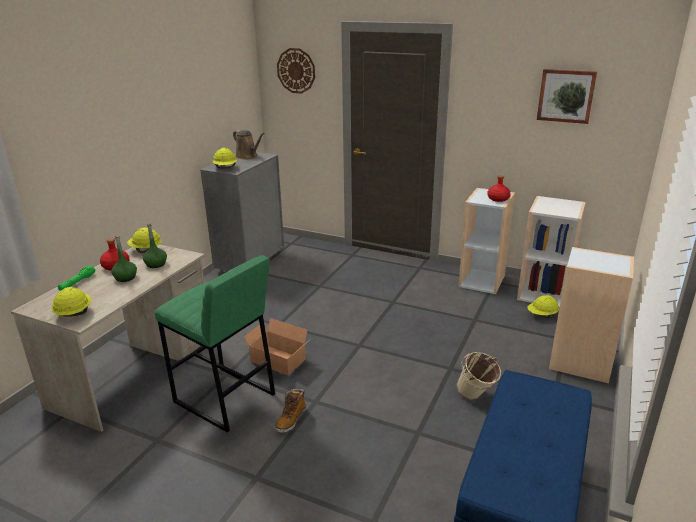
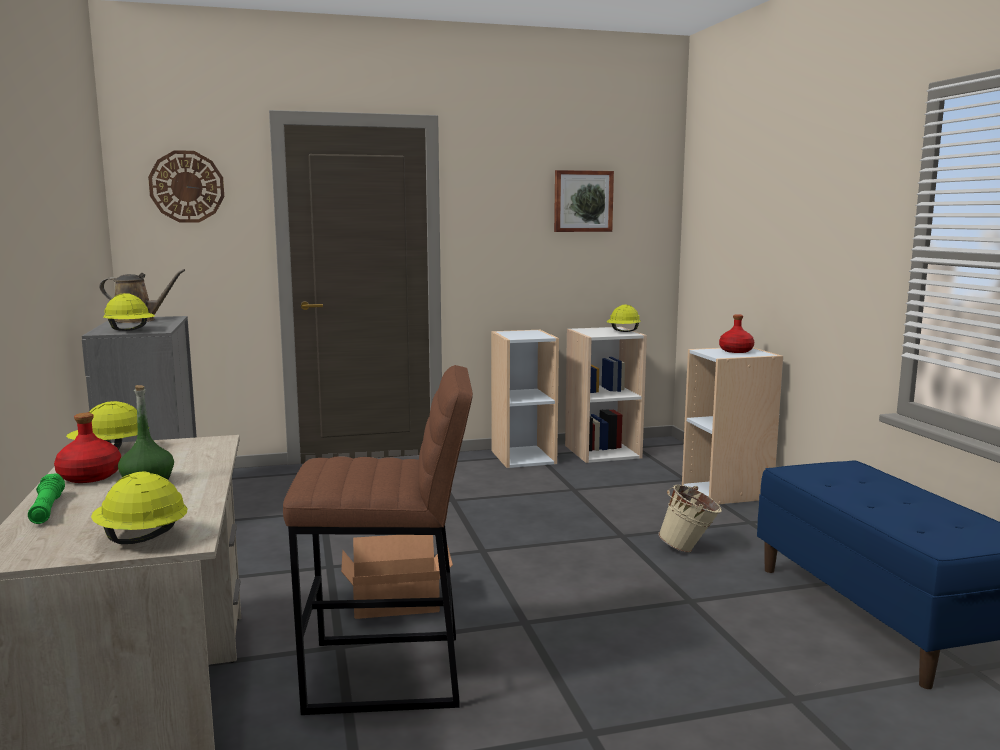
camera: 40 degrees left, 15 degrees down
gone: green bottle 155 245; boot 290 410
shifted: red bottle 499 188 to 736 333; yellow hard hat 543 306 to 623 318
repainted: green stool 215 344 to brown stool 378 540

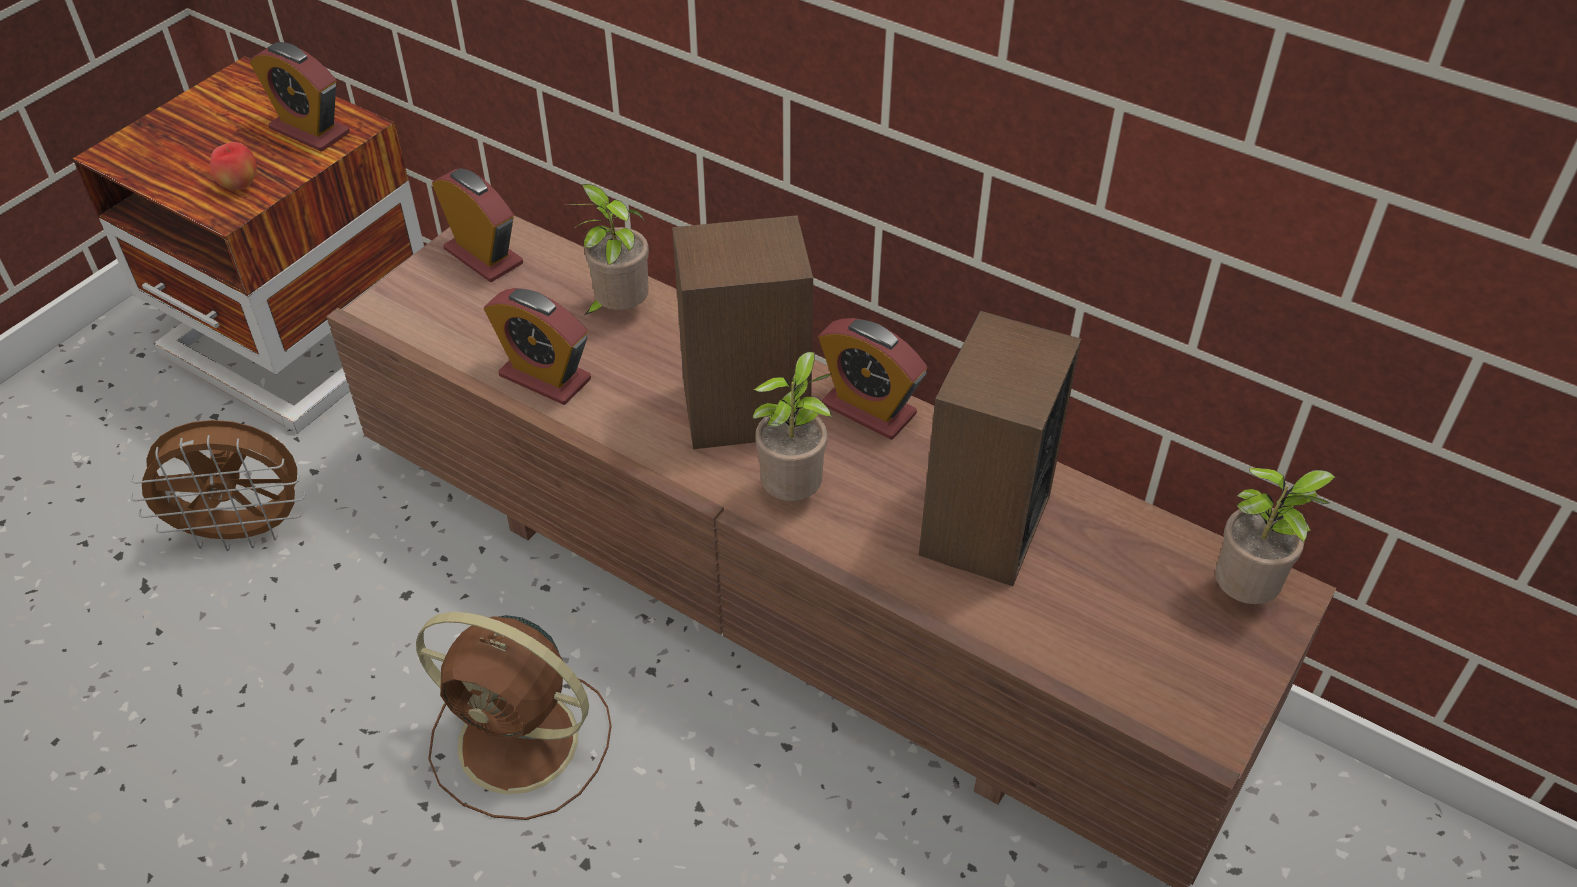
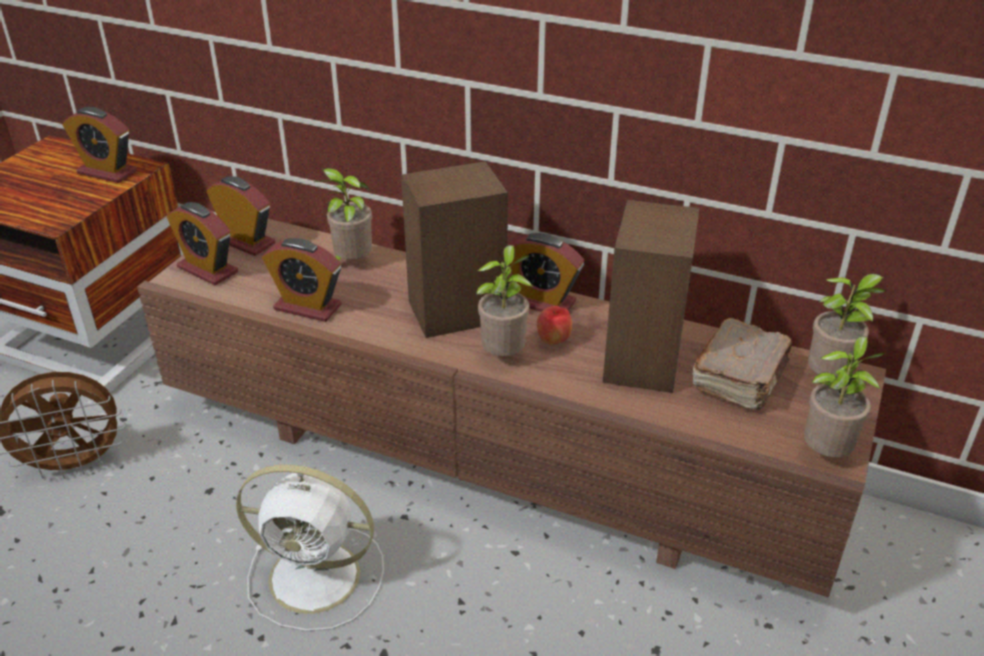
camera: 10 degrees left, 10 degrees down
new: alarm clock 202 243; brown book 742 364; potted plant 845 396
shifted: apple 233 166 to 554 325
repainted: brown fan 514 716 to white fan 310 547

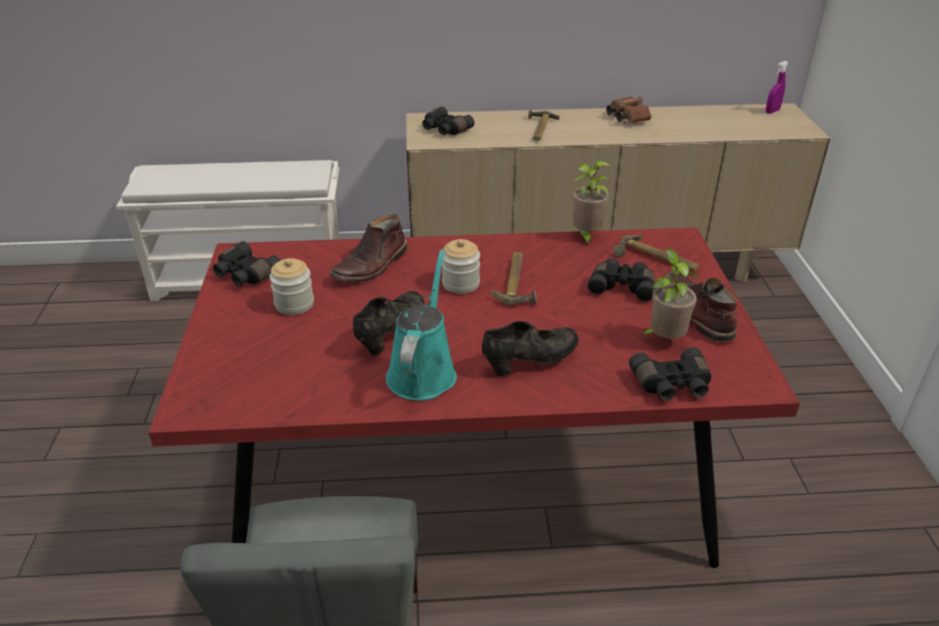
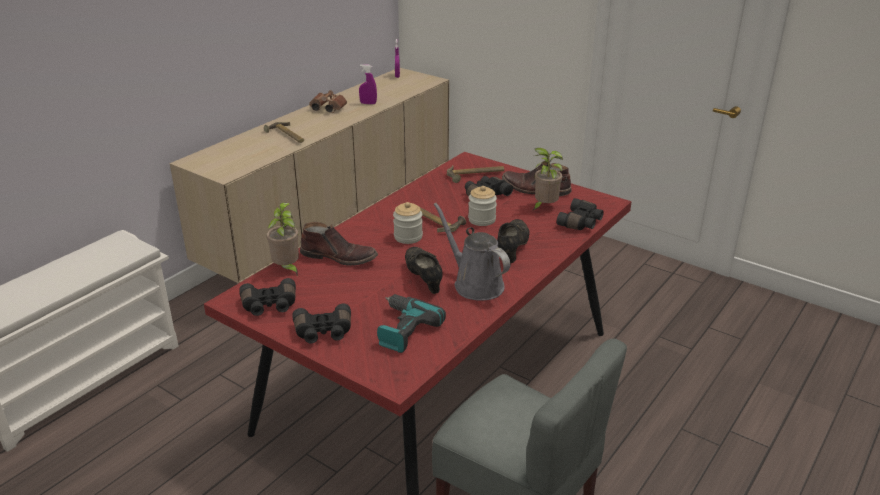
camera: 50 degrees left, 5 degrees down
new: purple spray bottle 368 84; power drill 411 323
shifted: jar 291 286 to 482 206; black binoculars 448 121 to 322 323; potted plant 592 203 to 283 239
repainted: turquoise watering can 421 325 to grey watering can 471 252
rotated: brown boot 369 248 = 339 244 60 degrees counterclockwise

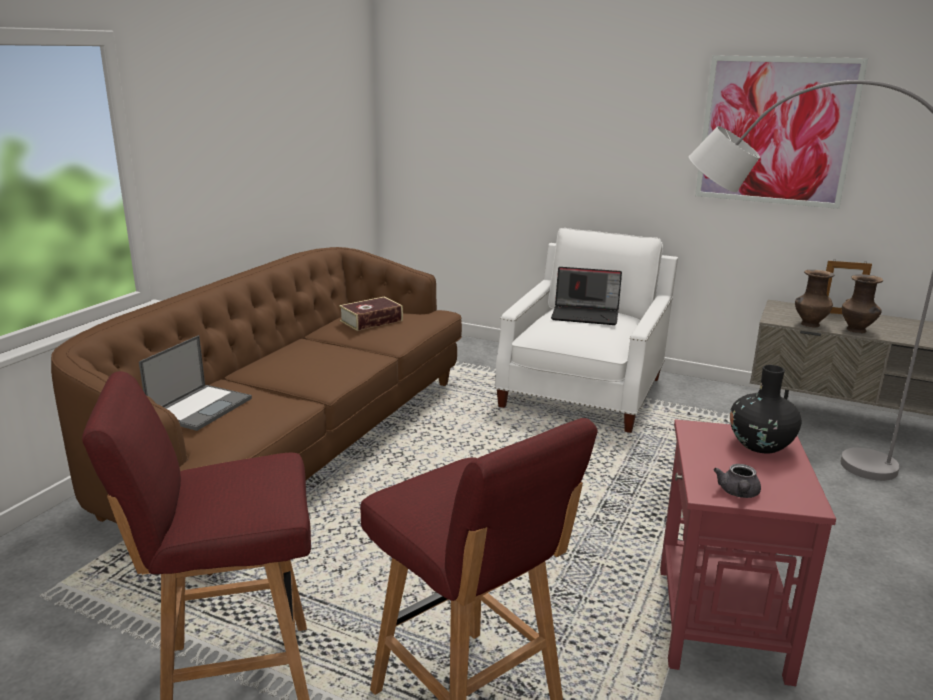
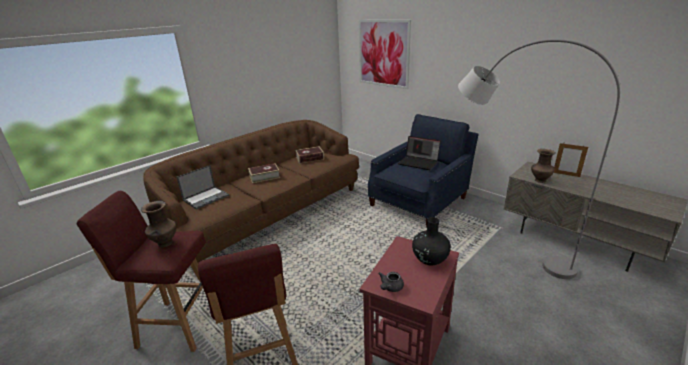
camera: 20 degrees right, 5 degrees up
new: book 264 173
shifted: picture 781 132 to 385 54; brown vase 862 303 to 158 224
repainted: white armchair 586 330 to blue armchair 423 170

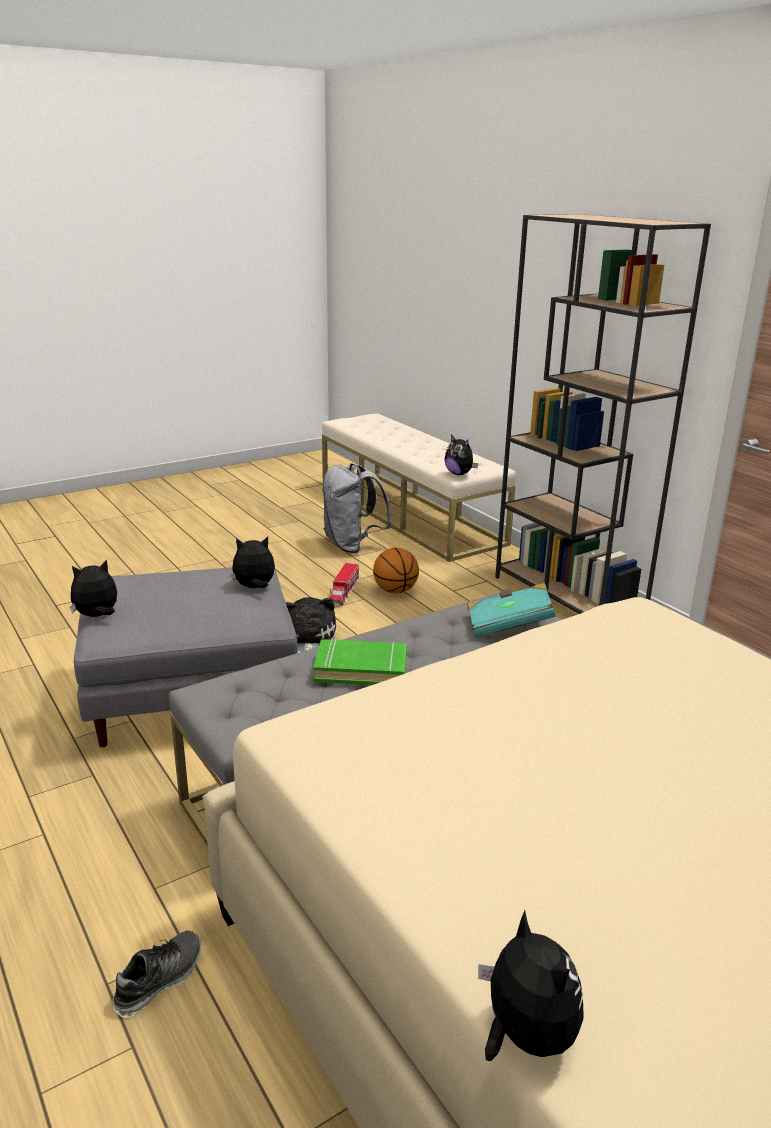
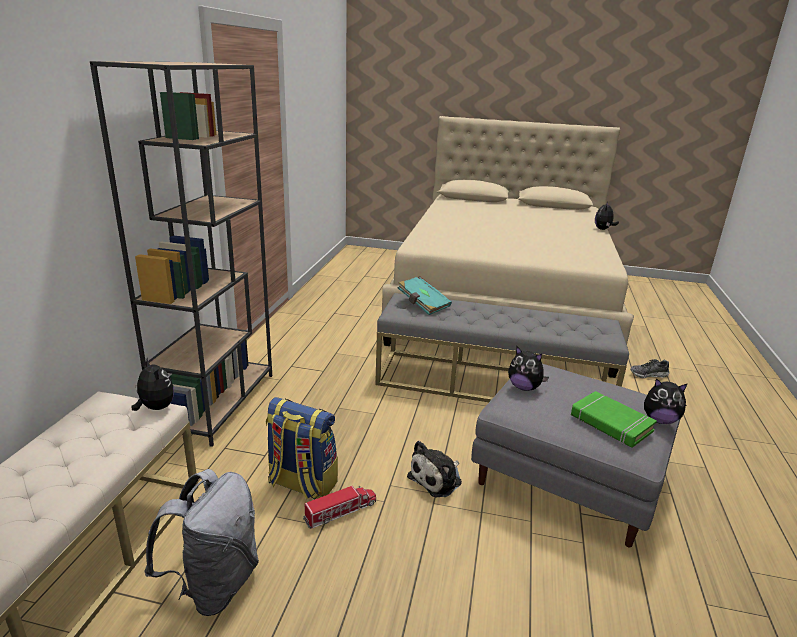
camera: 135 degrees left, 0 degrees up
shifted: green book 360 661 to 614 419
swapped: basketball 396 571 to backpack 302 448
rotated: plush toy 461 455 = 152 384 45 degrees counterclockwise

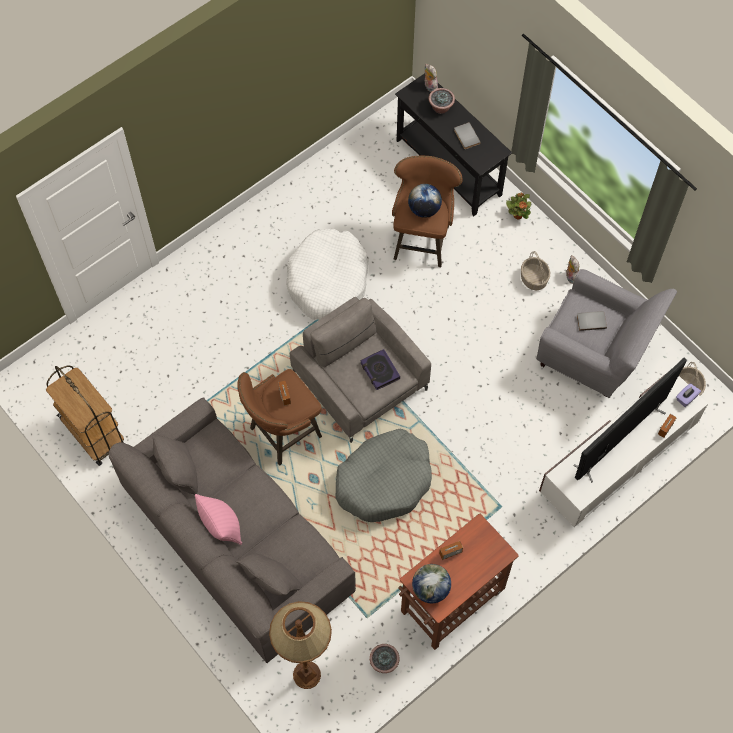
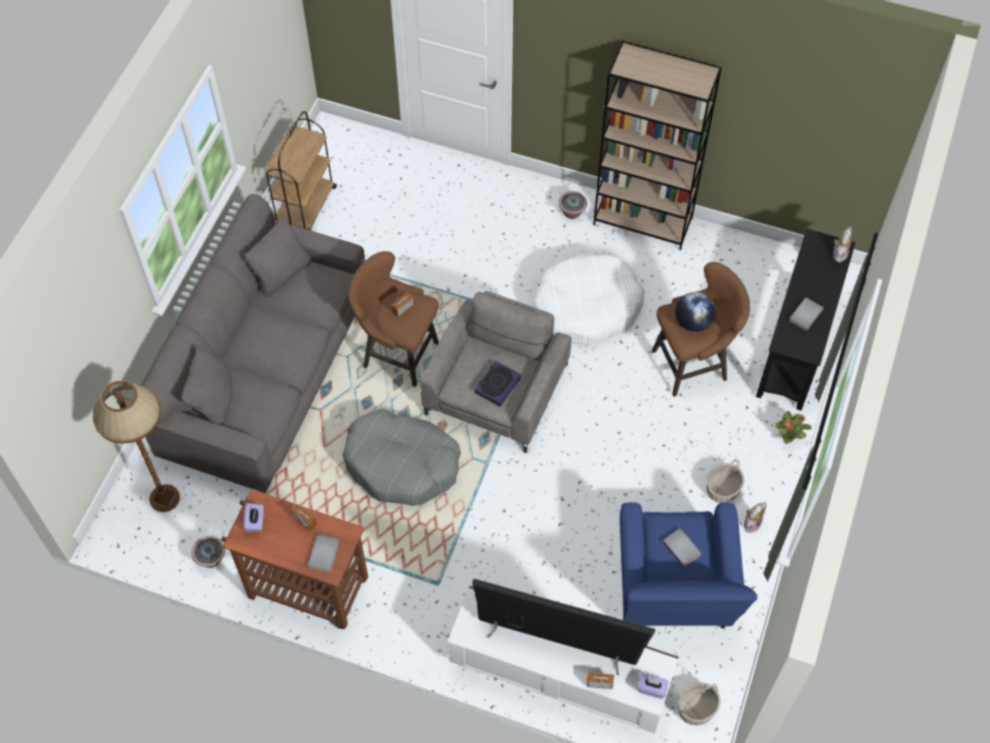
camera: 60 degrees right, 5 degrees down
gone: pink pillow 218 519
new: grey book 323 553; beige bookcase 657 145
shifted: potted plant 442 101 to 573 205
swapped: globe 431 583 to purple tissue box 254 517
repainted: grey armchair 606 333 to blue armchair 688 565

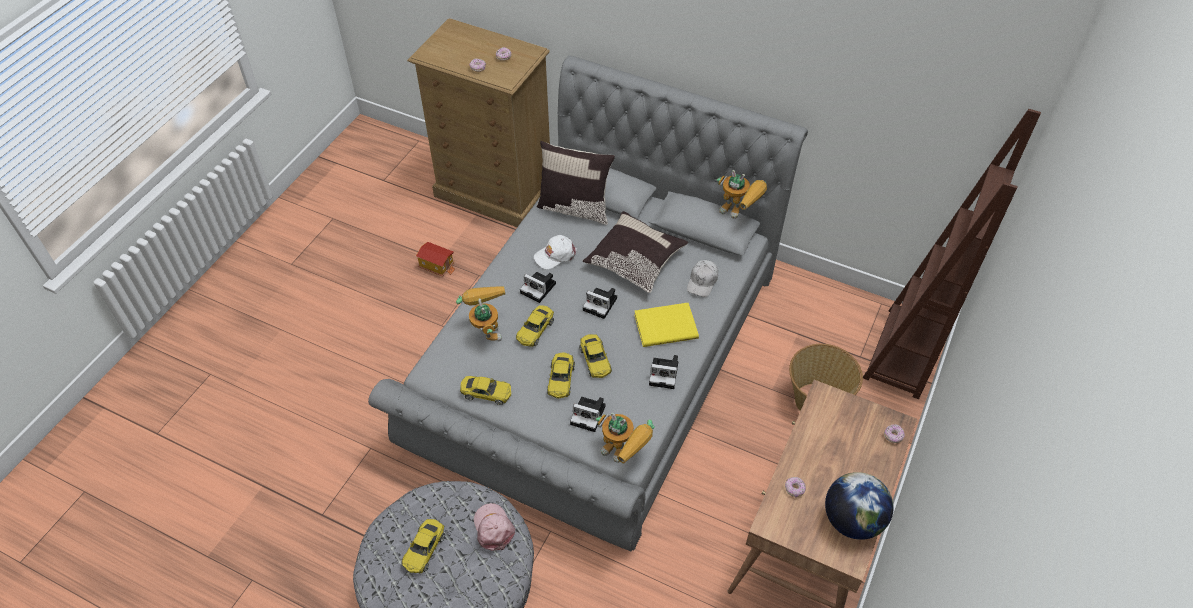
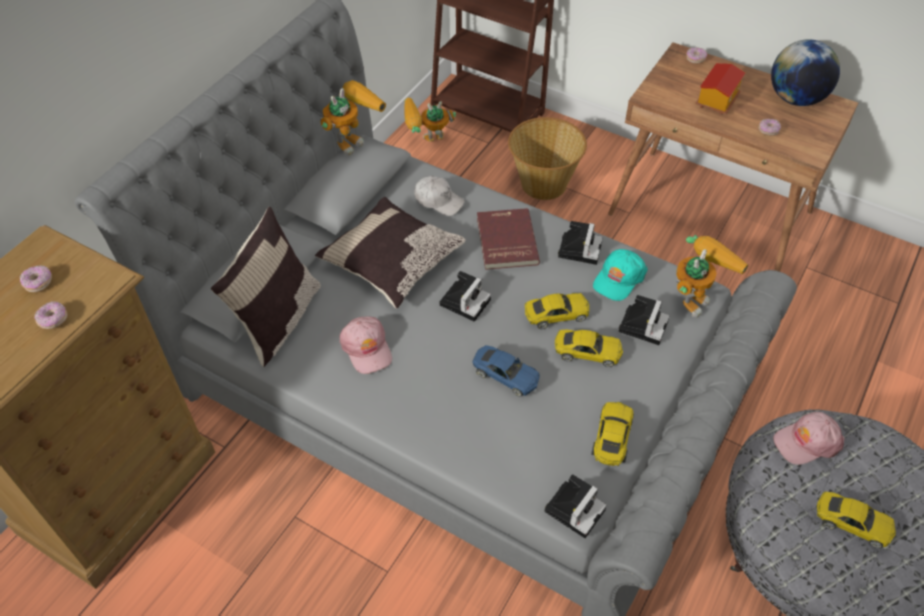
camera: 85 degrees left, 0 degrees up
new: turquoise cap 620 275
shifted: toy house 435 259 to 720 89; toy robot 480 314 to 430 120; photo camera 538 287 to 575 506
repainted: yellow toy car 535 326 to blue toy car 506 371; white cap 555 252 to pink cap 365 345; yellow book 666 325 to red book 508 239

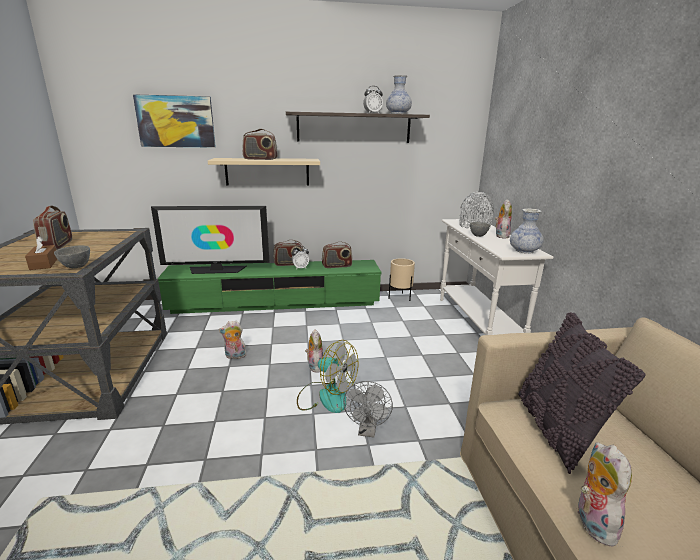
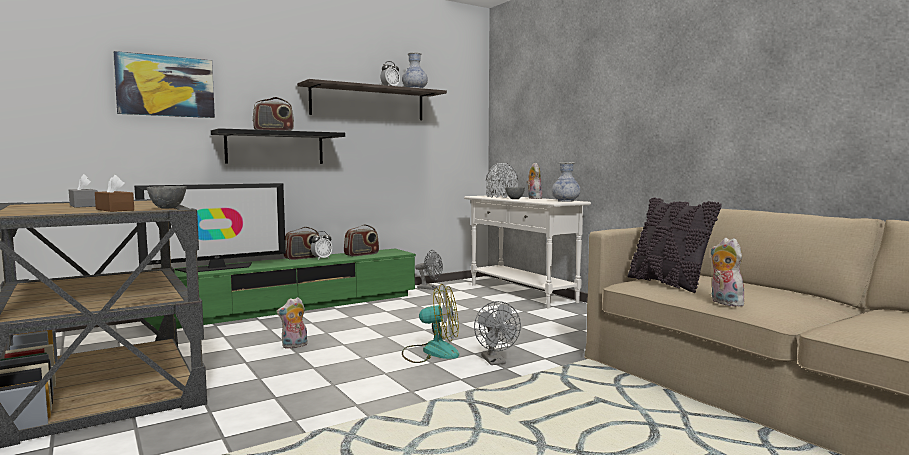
camera: 25 degrees left, 15 degrees down
gone: plush toy 314 351
swapped: radio 52 228 to grey tissue box 83 191; beige planter 401 279 to grey fan 429 270
repainted: beige shelf 264 172 to black shelf 278 146

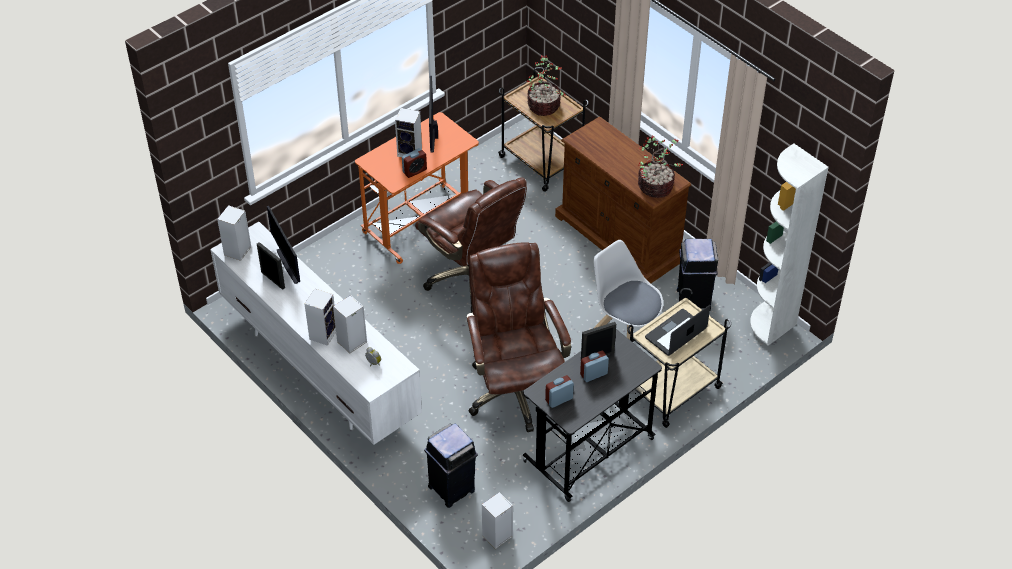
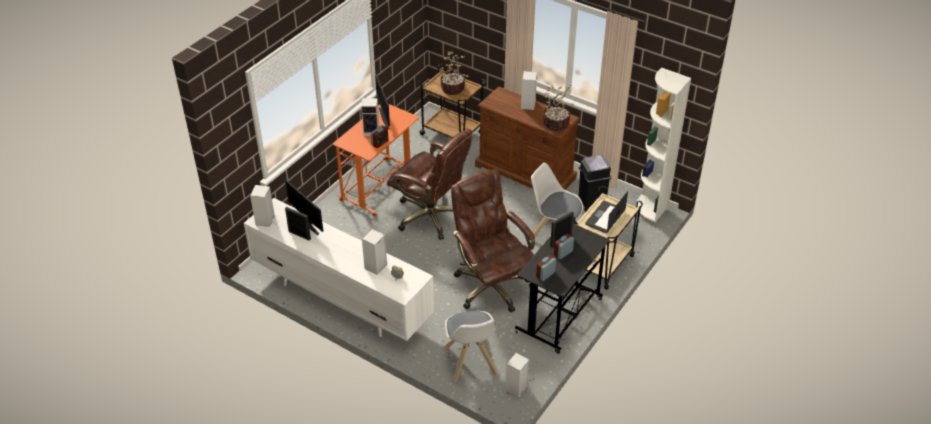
camera: 15 degrees left, 5 degrees down
shifted: speaker 320 317 to 529 90
swapped: black trash can 451 465 to chair 471 347

